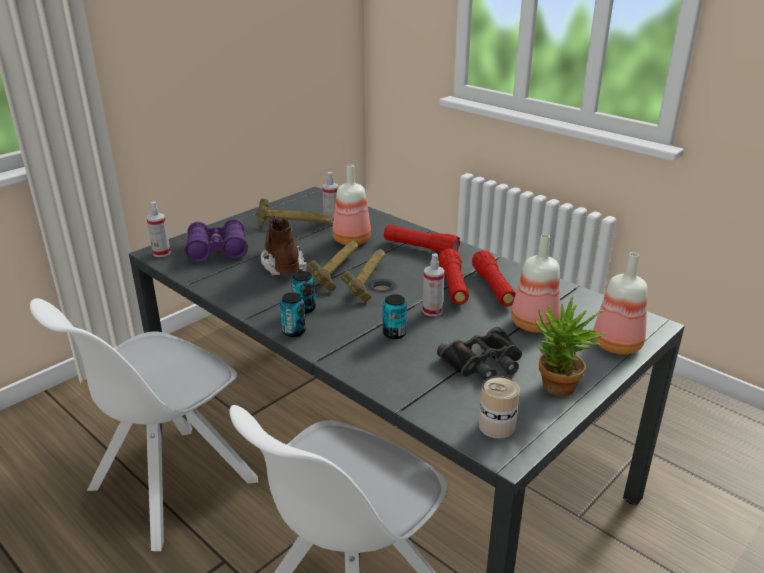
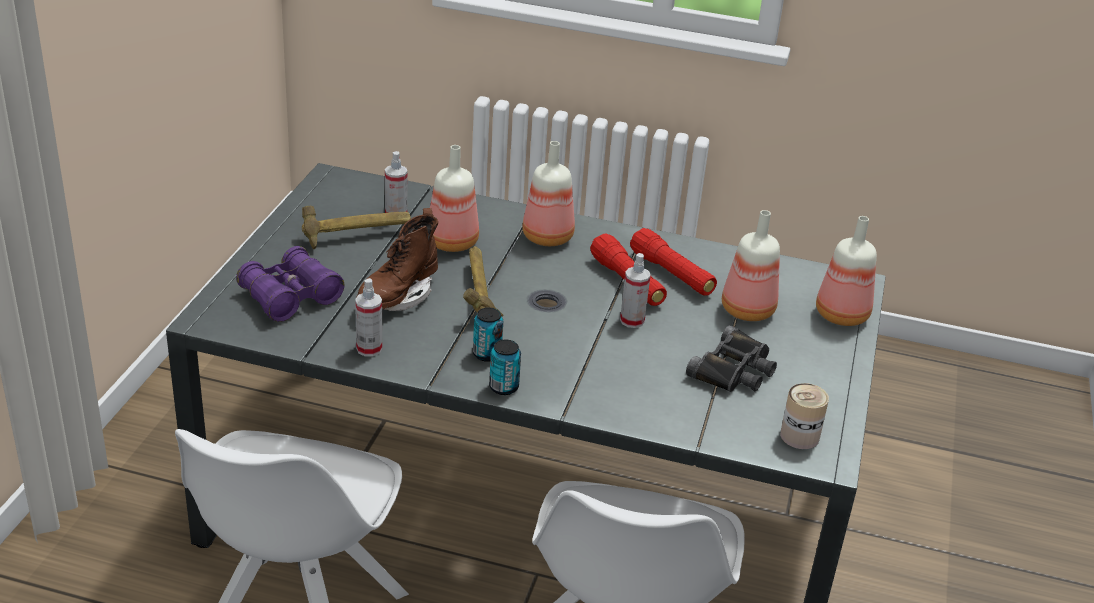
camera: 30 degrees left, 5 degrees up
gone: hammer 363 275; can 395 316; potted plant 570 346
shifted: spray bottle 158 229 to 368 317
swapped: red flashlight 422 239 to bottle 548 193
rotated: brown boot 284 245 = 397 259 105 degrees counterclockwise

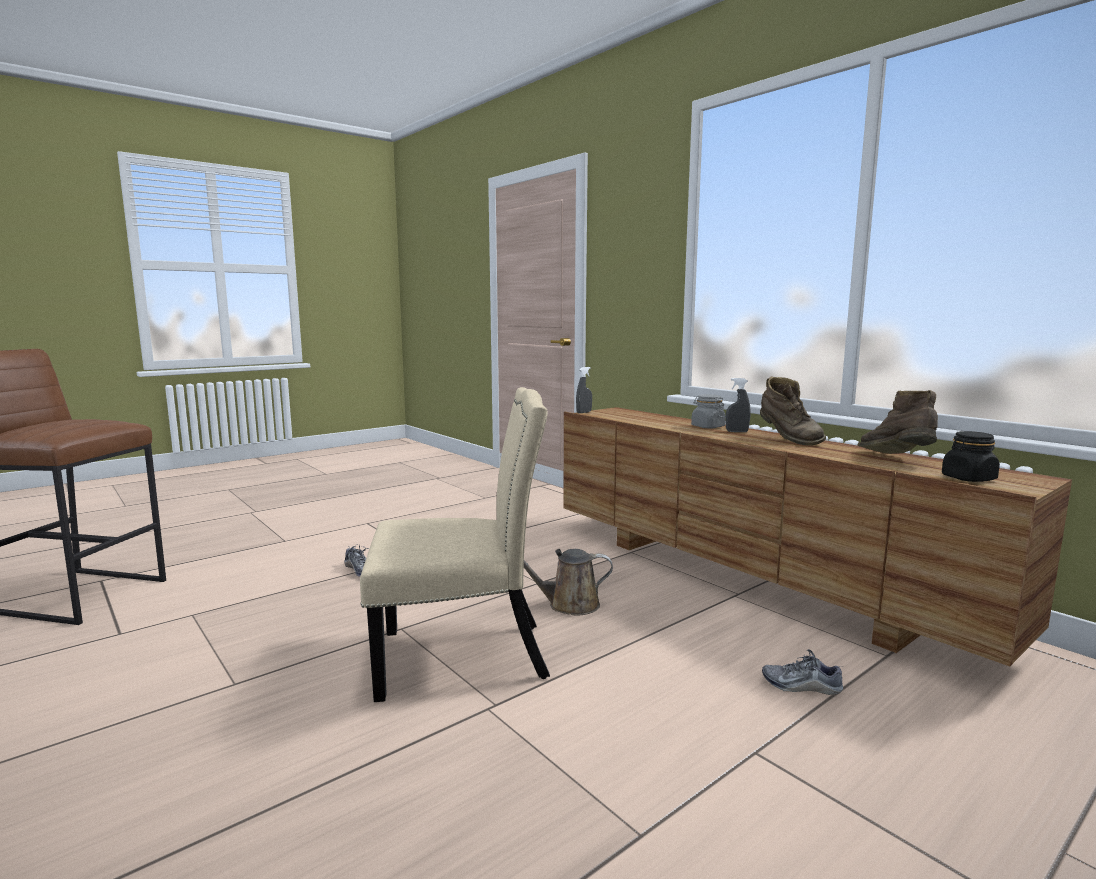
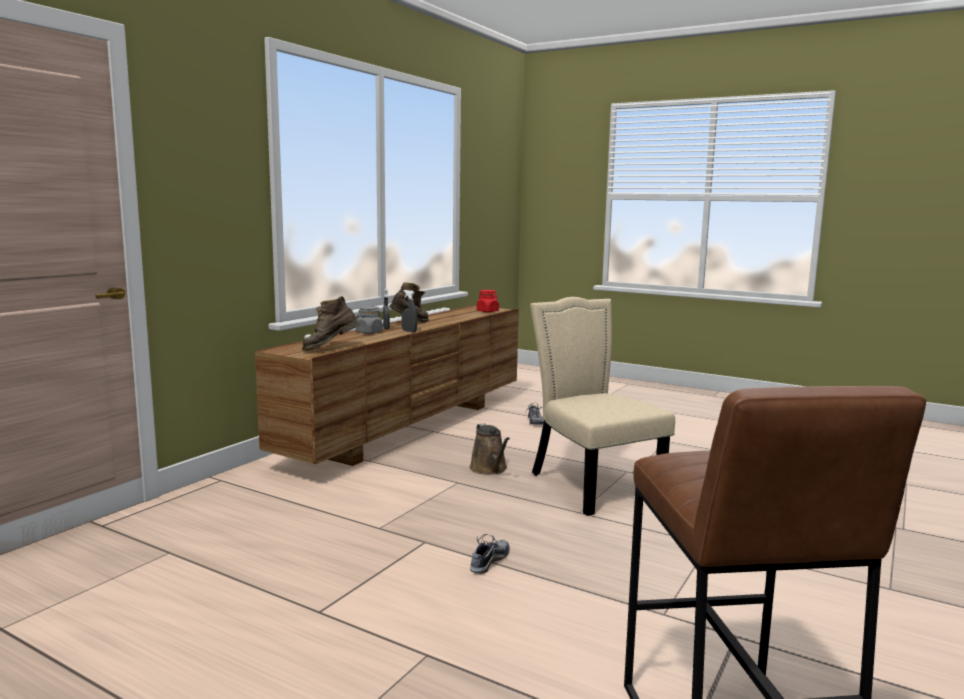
camera: 110 degrees left, 0 degrees up
shifted: grey spray bottle 584 390 to 409 311; brown boot 897 422 to 331 323
repainted: black jar 971 456 to red jar 488 301

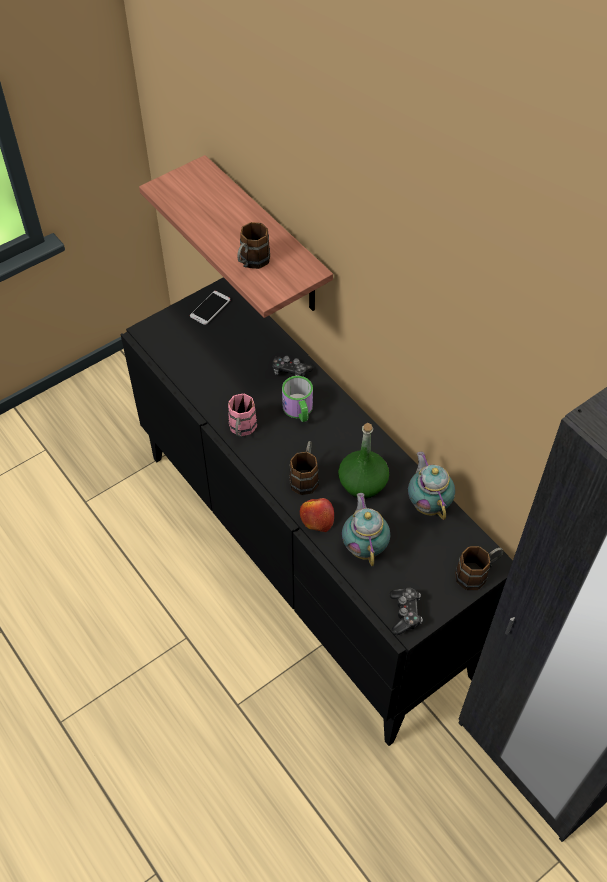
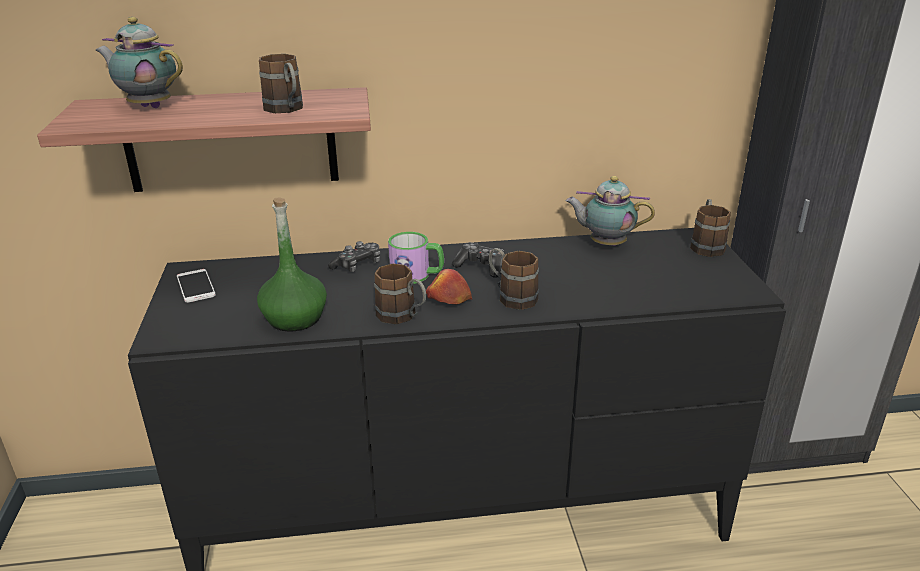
camera: 60 degrees left, 25 degrees down
shifted: apple 317 515 to 449 286; green bottle 363 461 to 292 264; teapot 366 529 to 139 62; game controller 406 611 to 478 260
repainted: pink mug 242 415 to brown mug 400 294

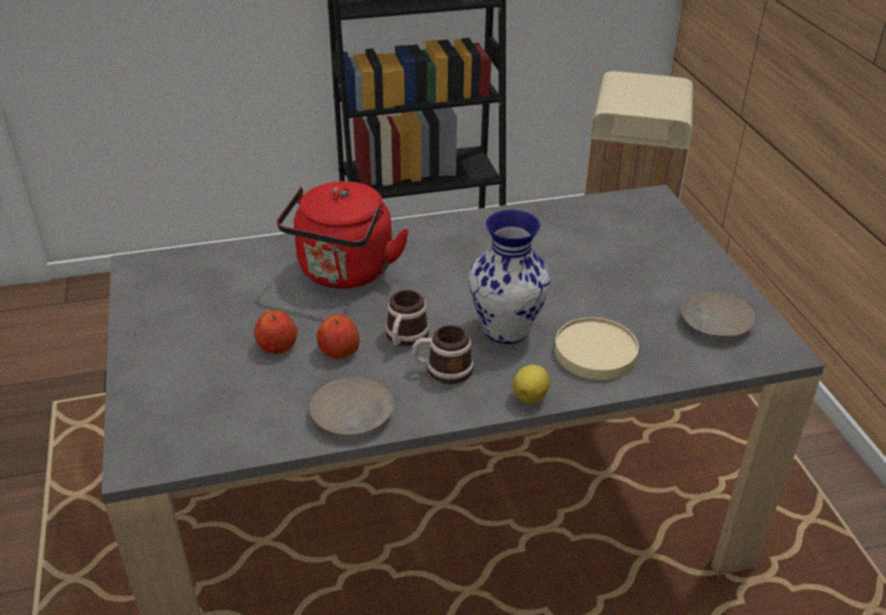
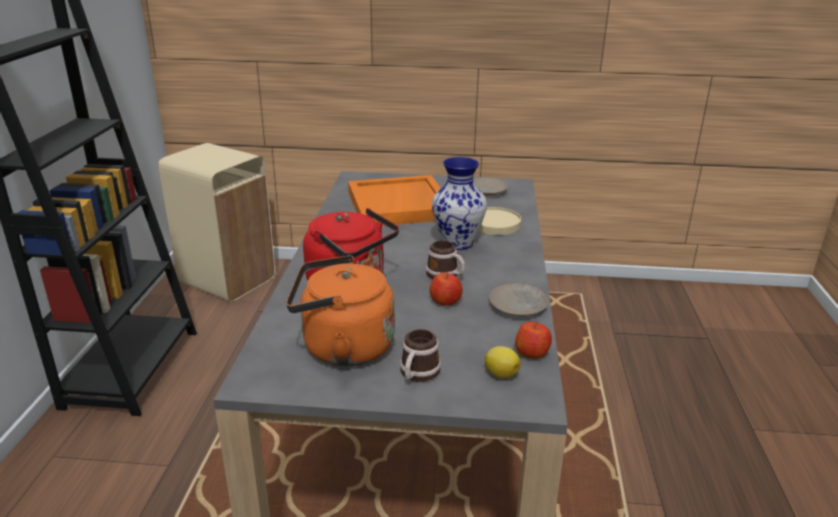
camera: 70 degrees left, 10 degrees down
new: orange kettle 340 310; orange tray 394 200
shifted: apple 276 332 to 533 340; mug 443 354 to 420 355; lemon 531 384 to 502 362

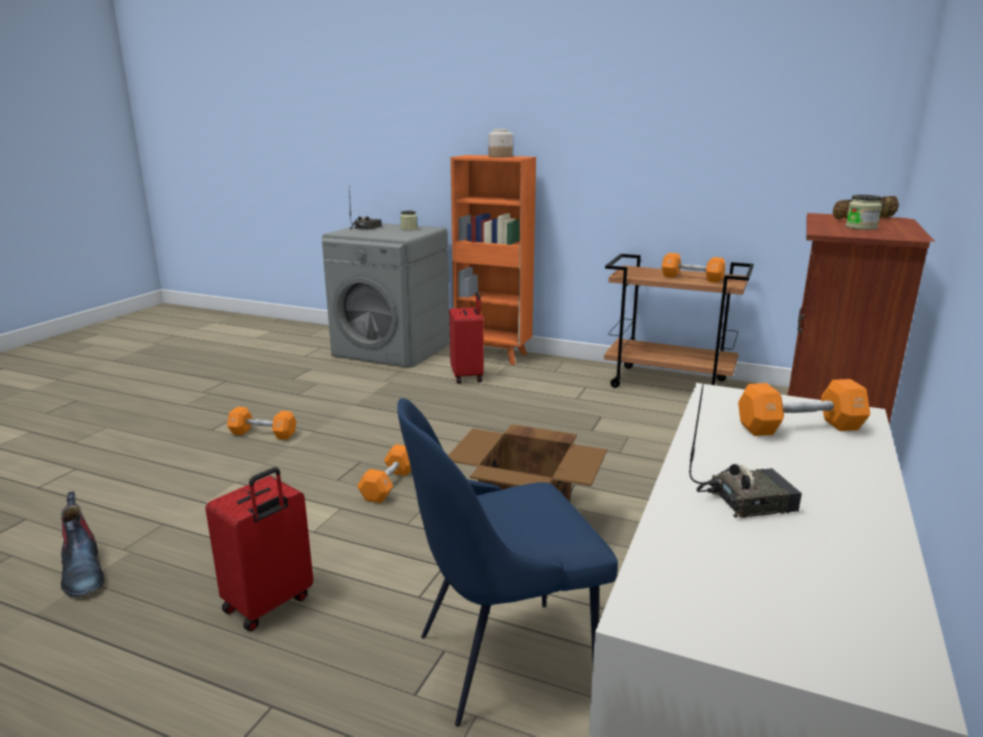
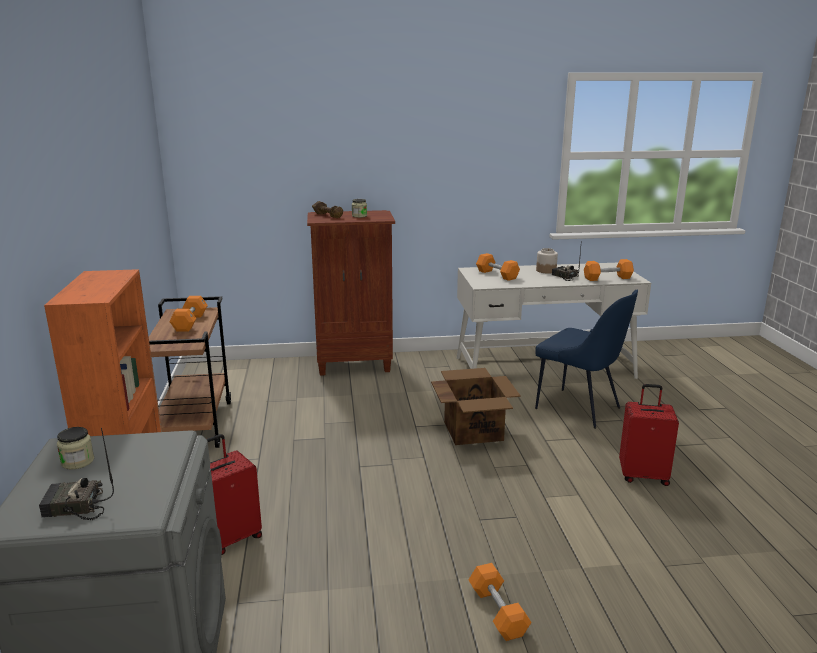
camera: 120 degrees left, 0 degrees up
gone: boot 83 544
shifted: orange dumbbell 384 473 to 609 270; jar 501 143 to 547 260

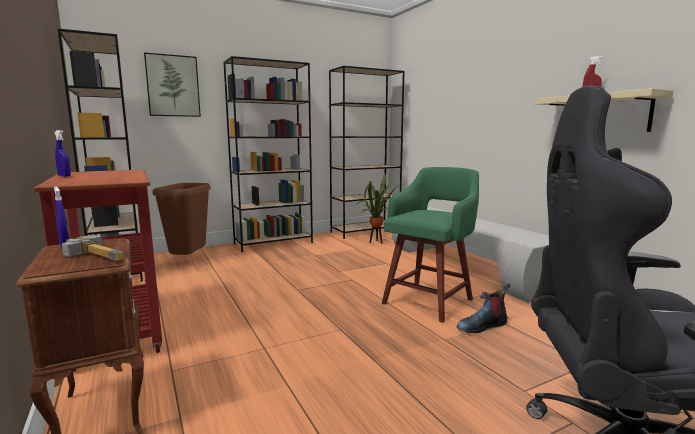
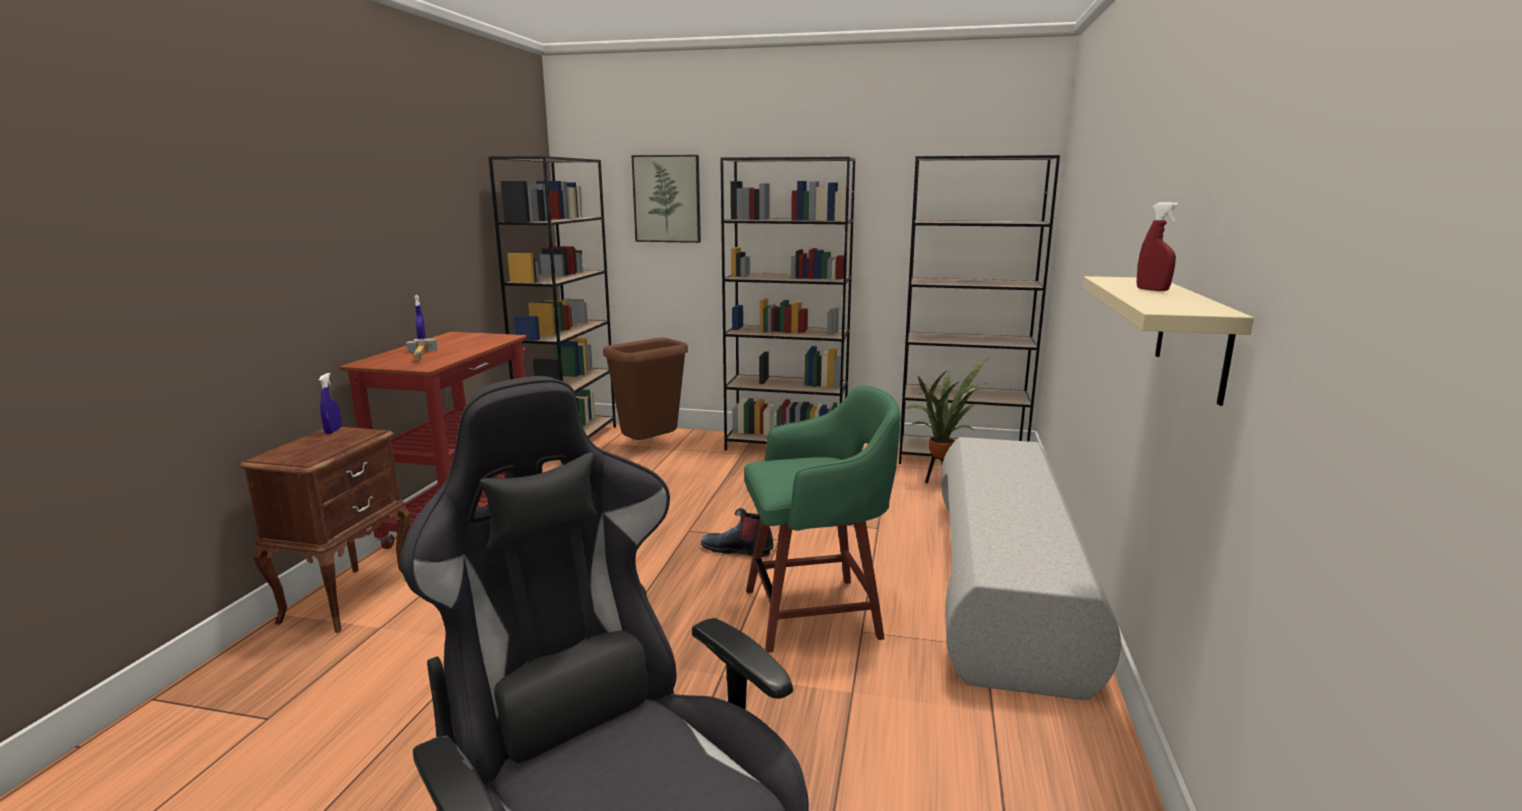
camera: 40 degrees right, 5 degrees up
shifted: hammer 93 248 to 422 349; boot 483 308 to 737 532

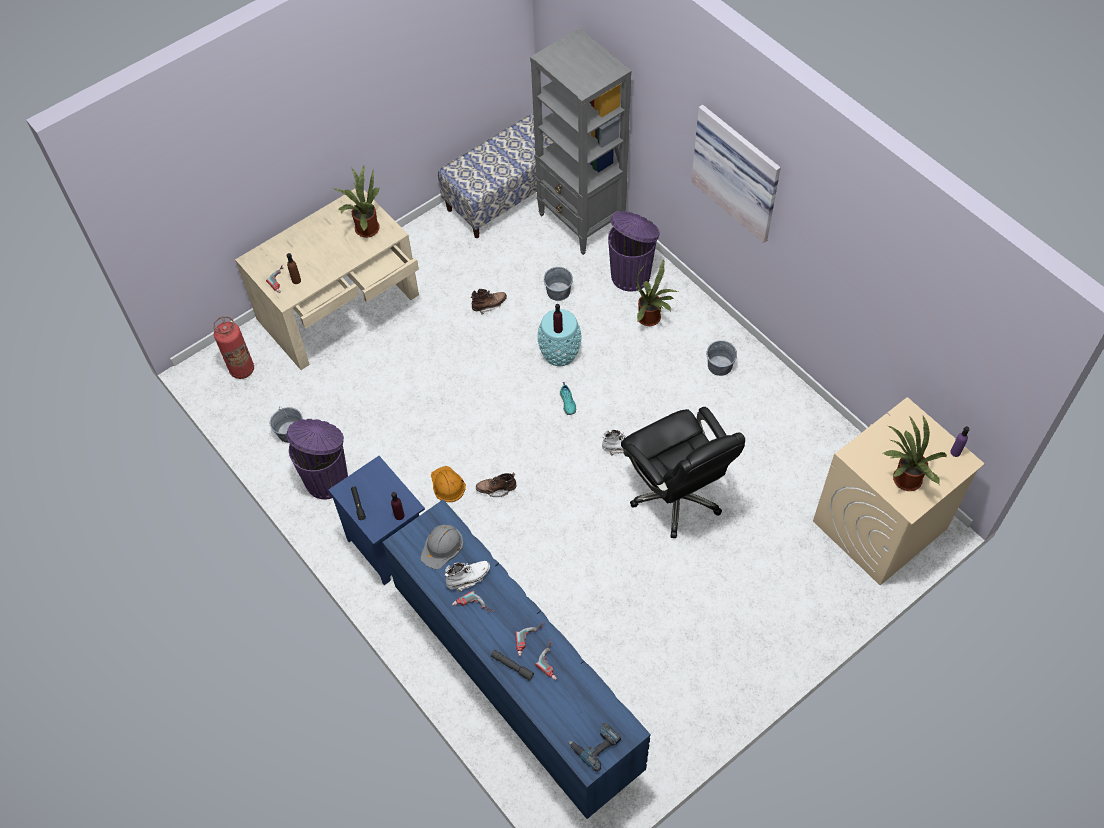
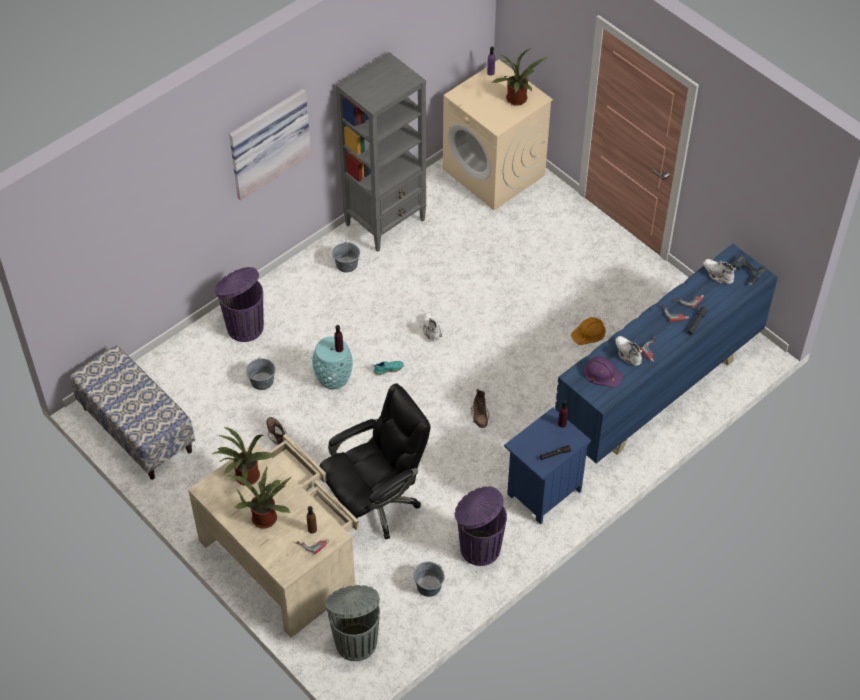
camera: 95 degrees left, 5 degrees down
new: white boot 719 271
shifted: orange hard hat 448 484 to 588 331; grey bookcase 580 141 to 381 152; black office chair 683 472 to 375 461; potted plant 657 292 to 259 497
swapped: fire extinguisher 233 347 to grey trash can 352 623
repainted: grey hard hat 442 547 to purple hard hat 603 372

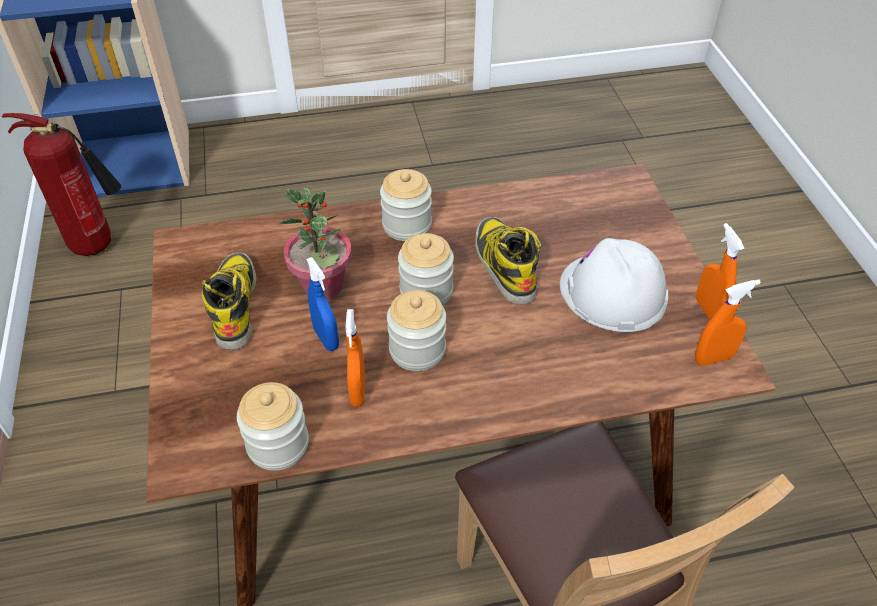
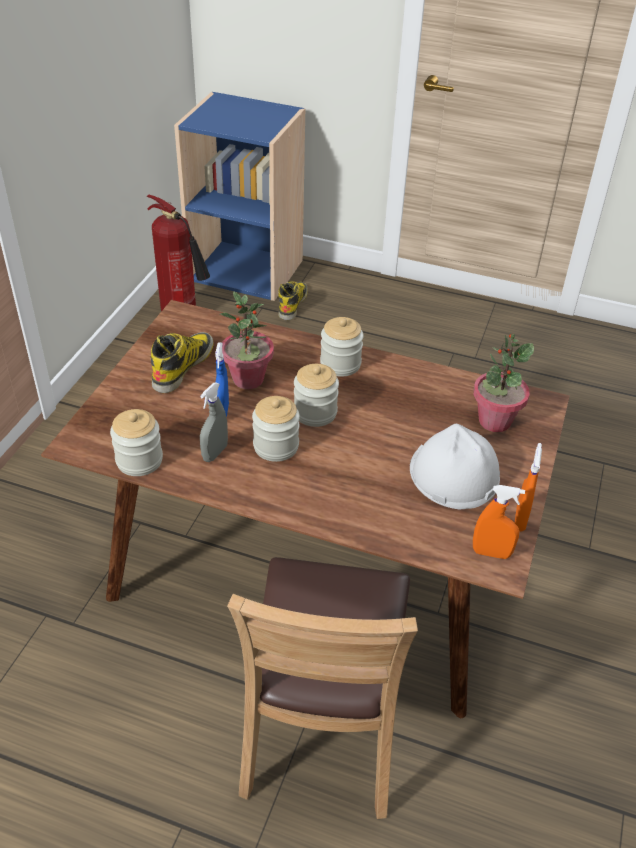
camera: 30 degrees right, 5 degrees down
new: potted plant 503 383
shifted: boot 508 260 to 293 300
repainted: orange spray bottle 355 358 to grey spray bottle 214 422

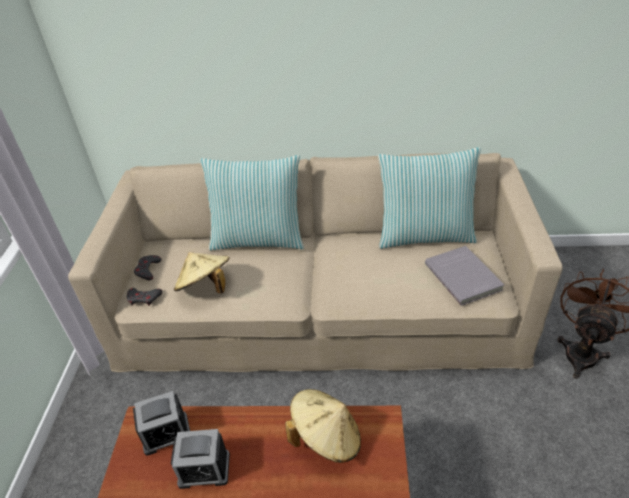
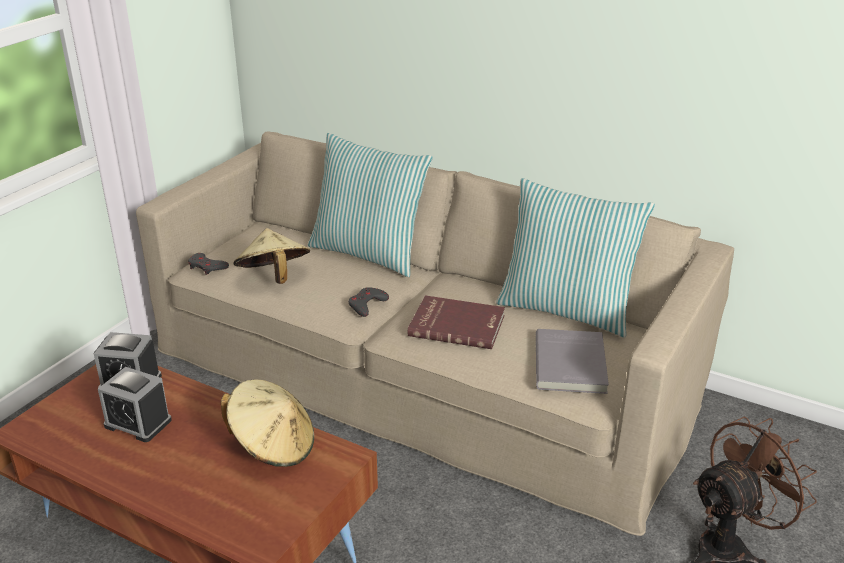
camera: 25 degrees right, 10 degrees down
new: red book 456 322
shifted: grey game controller 147 267 to 368 302

